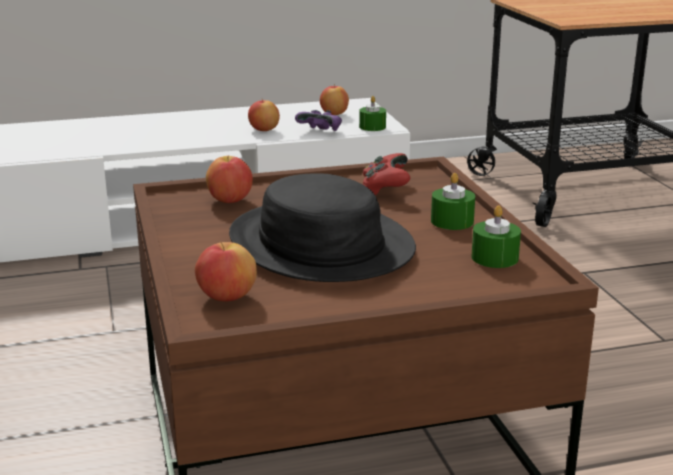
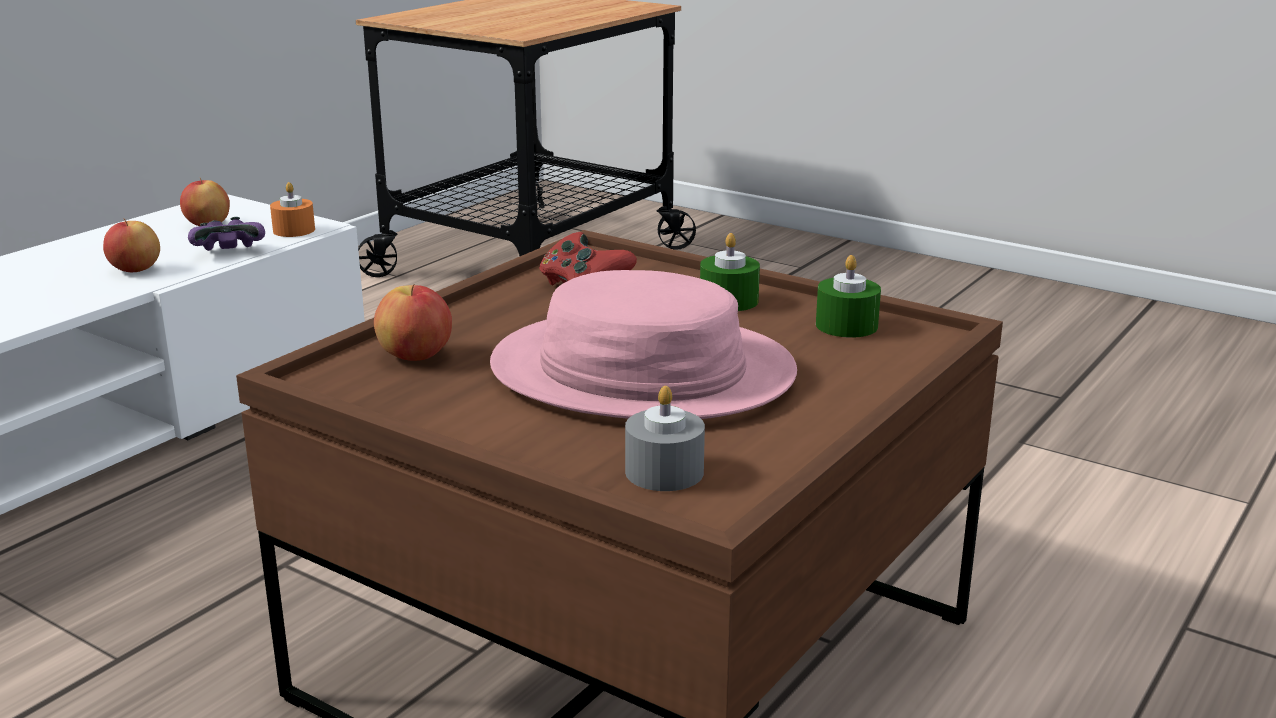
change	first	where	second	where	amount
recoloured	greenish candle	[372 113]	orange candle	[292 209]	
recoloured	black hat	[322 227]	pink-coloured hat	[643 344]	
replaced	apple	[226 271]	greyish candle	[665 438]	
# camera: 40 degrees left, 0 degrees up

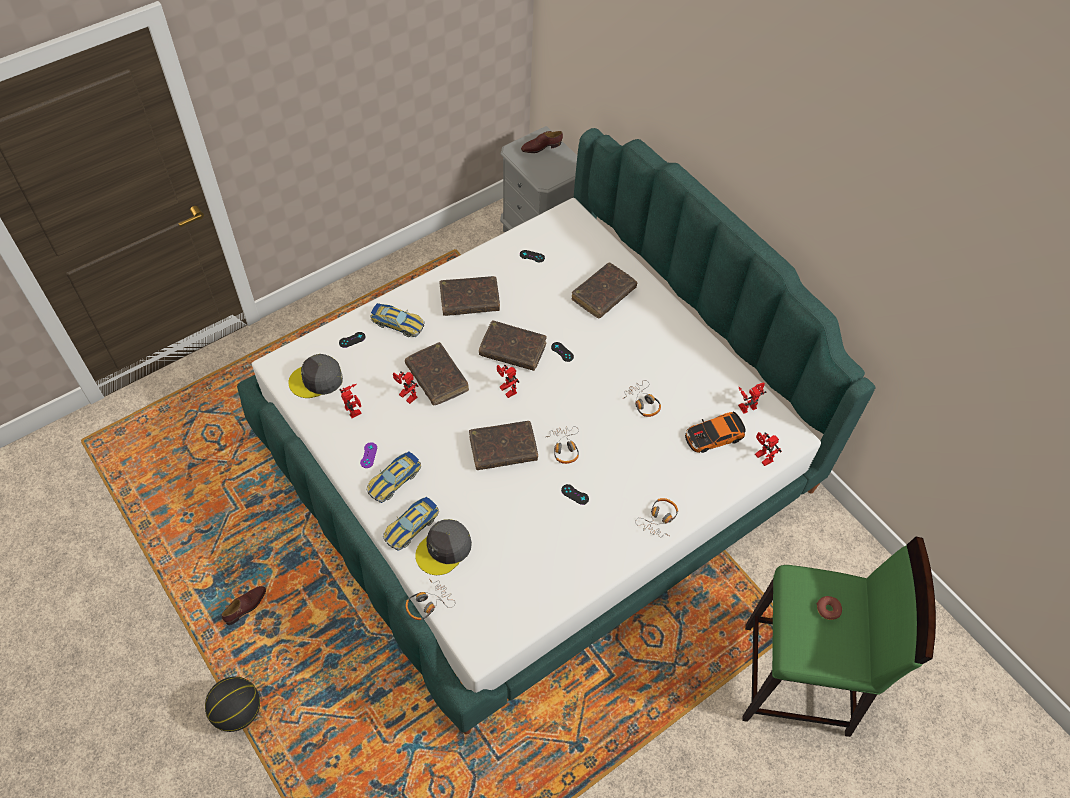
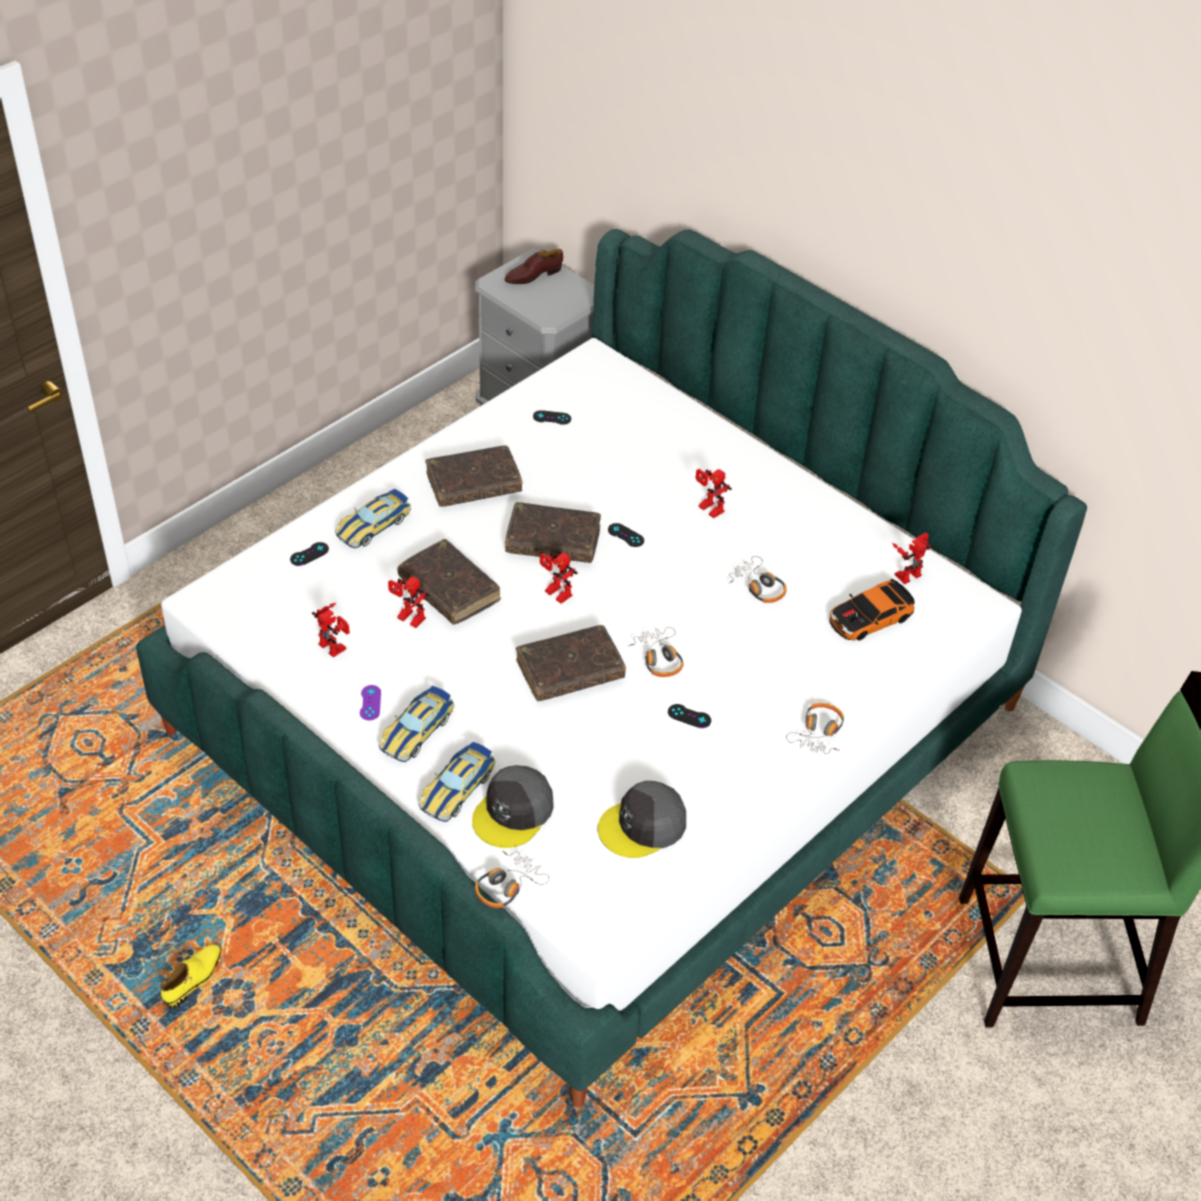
change	first	where	second	where	amount
recoloured	brown item of footwear	[244 605]	yellowish item of footwear	[191 977]	
turned	miniature car	[397 320]		[373 518]	120 degrees clockwise
moved	greyish peaked cap	[315 376]		[642 819]	
moved	model robot	[768 449]		[714 493]	
removed	ball for basketball	[232 704]			
removed	brown bound book	[604 290]			
removed	doughnut	[829 608]			
# camera: 10 degrees left, 10 degrees down

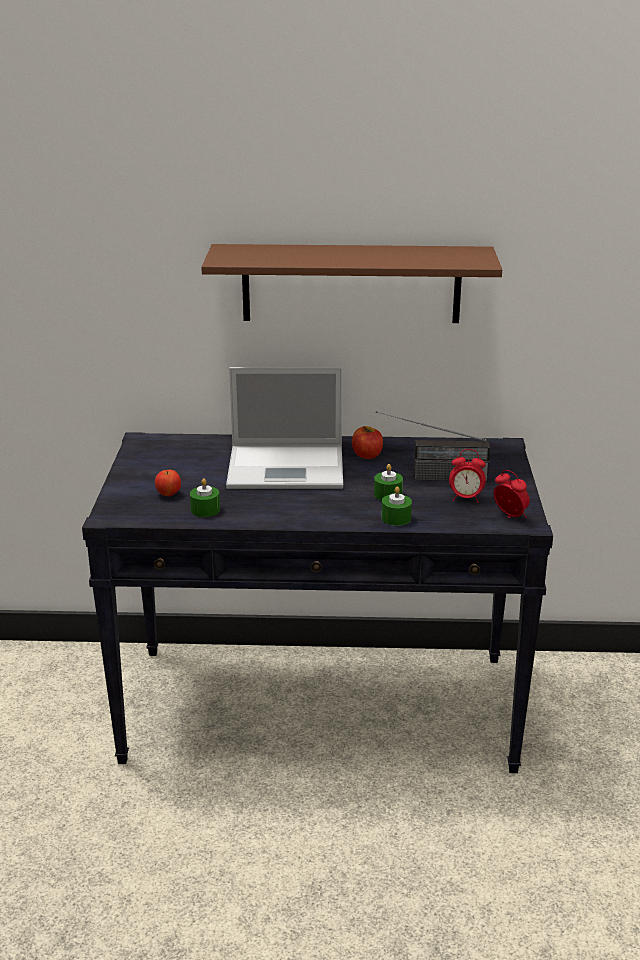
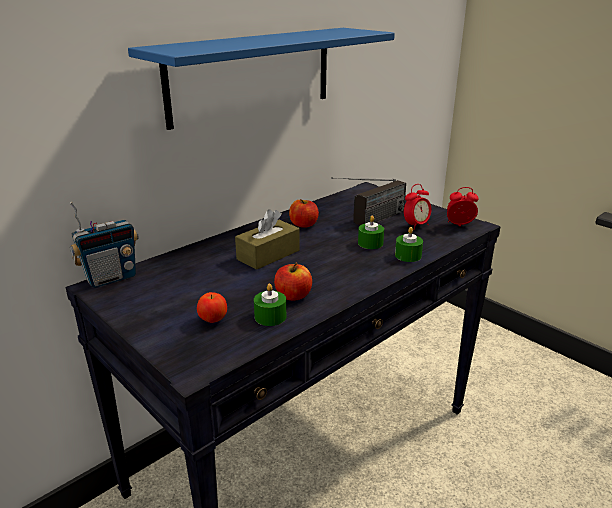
change	first	where	second	where	amount
added			radio set	[104 245]	
recoloured	brown bracket shelf	[351 283]	blue-coloured bracket shelf	[261 79]	
replaced	notebook computer	[284 428]	brown tissue holder	[267 239]	
added			apple	[293 282]	
# camera: 45 degrees left, 0 degrees up

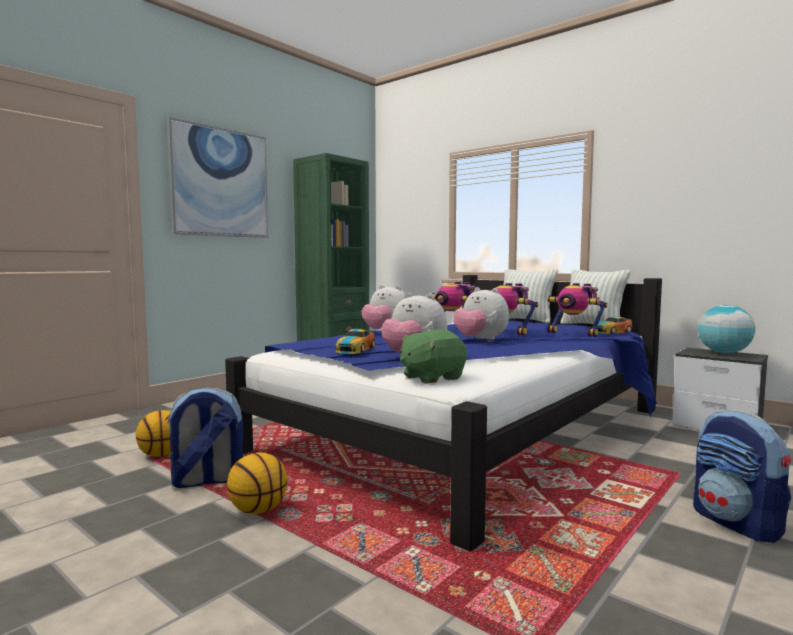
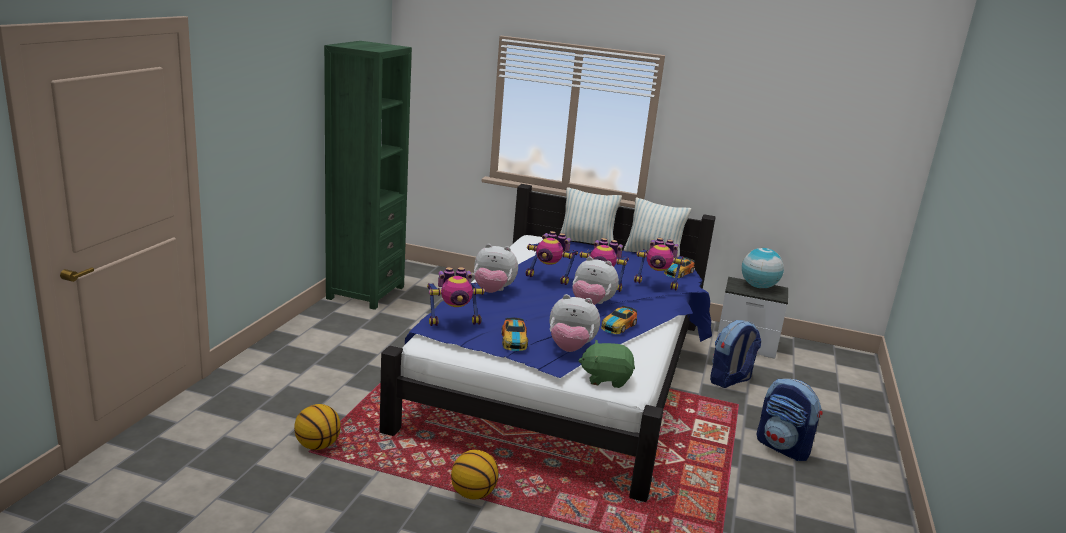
change	first	where	second	where	amount
added			model robot	[456 296]	
turned	greenish plush toy	[433 356]		[606 364]	60 degrees clockwise
added			miniature car	[619 320]	
moved	rucksack	[204 437]		[735 354]	
removed	wall picture	[217 177]			
# camera: 25 degrees left, 15 degrees up

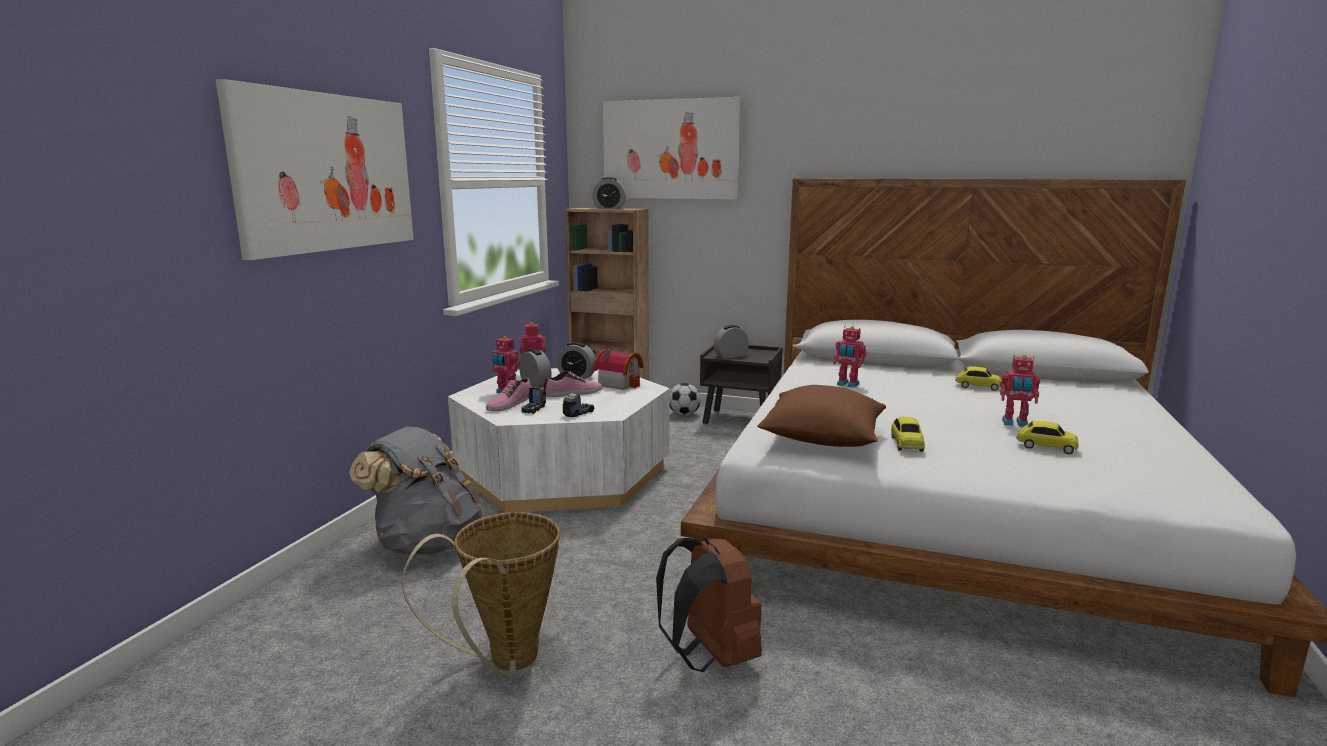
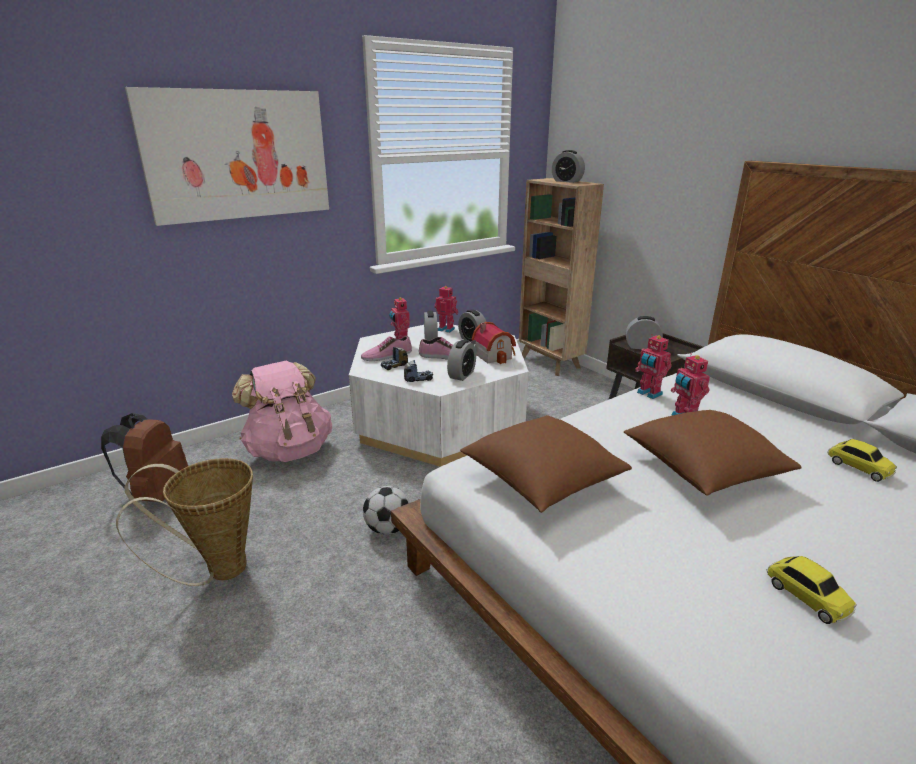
change	first	where	second	where	amount
moved	brown rucksack	[709 604]		[144 457]	
recoloured	greyish rucksack	[416 491]	pink-coloured rucksack	[282 411]	
moved	football	[685 399]		[386 510]	
added			alarm clock	[461 360]	
added			brown pillow	[713 453]	
moved	model robot	[1020 391]		[653 366]	
removed	wall picture	[672 148]			
removed	miniature car	[908 434]			
# camera: 35 degrees right, 10 degrees up

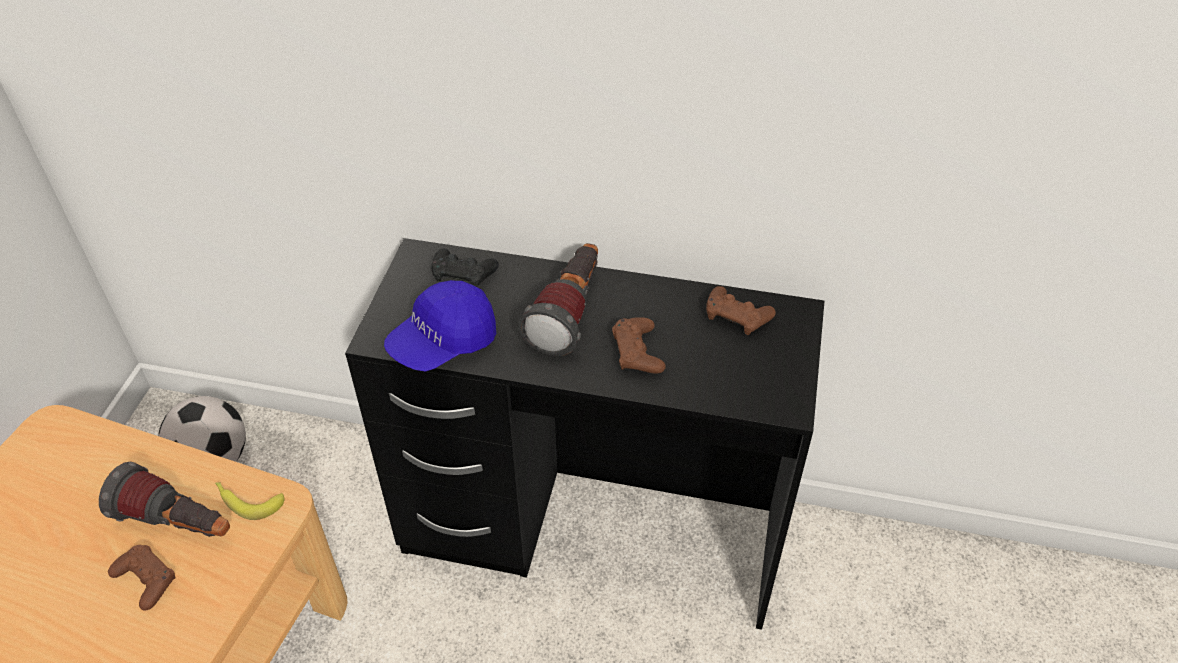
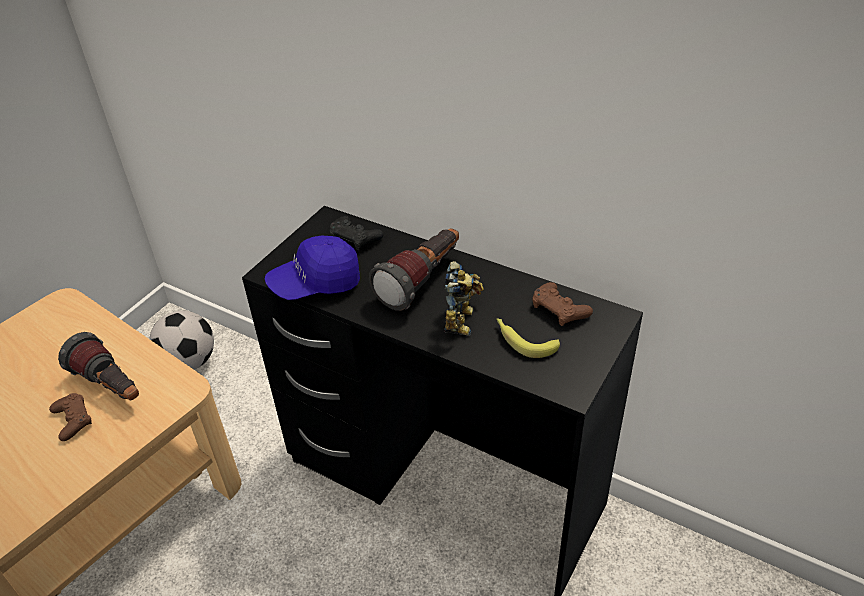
change	first	where	second	where	amount
replaced	brown game controller	[638 345]	model robot	[464 298]	
moved	banana fruit	[249 501]		[528 338]	
# camera: 20 degrees right, 5 degrees down

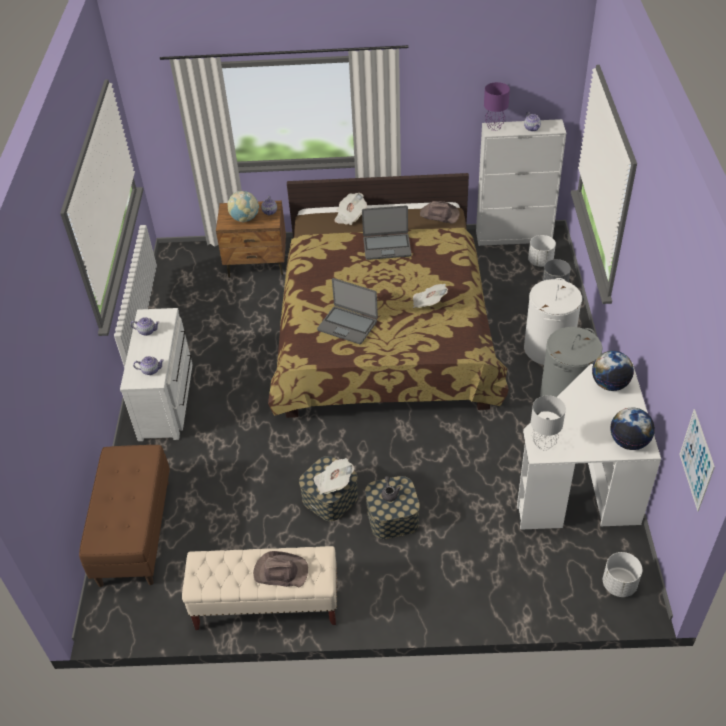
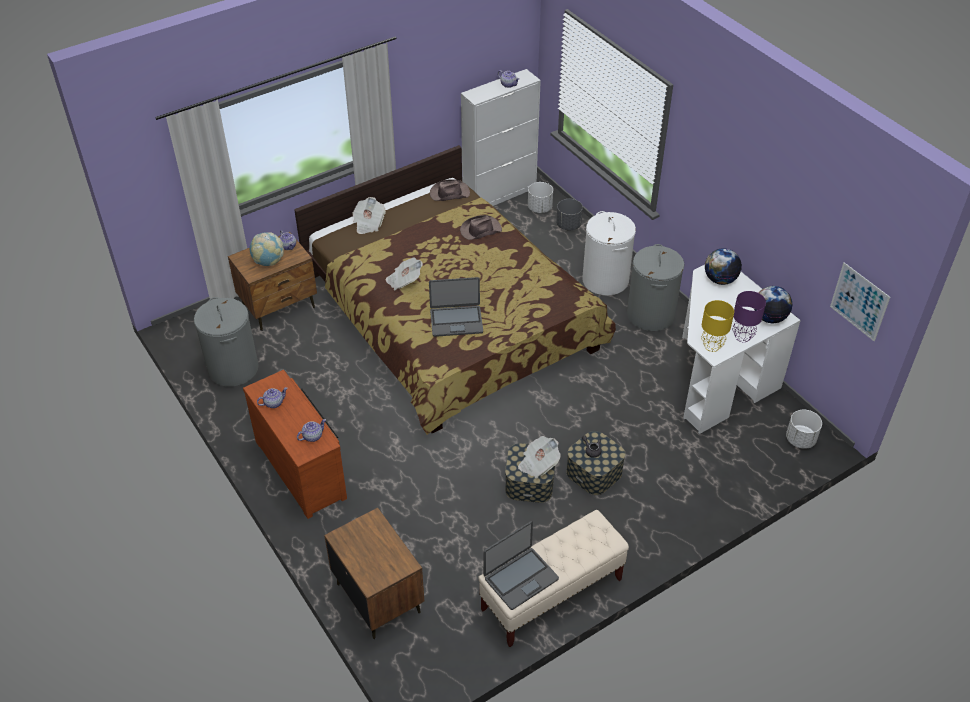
change	first	where	second	where	amount
added			greyish laundry basket	[226 342]	
recoloured	white-coloured chest of drawers	[156 374]	brown chest of drawers	[295 444]	
replaced	brown long seat	[124 516]	brown night table	[374 573]	
moved	daily paper	[430 296]		[404 273]	
moved	brown hat	[280 569]		[481 227]	
moved	notebook computer	[387 232]		[521 565]	
recoloured	greyish table lamp	[548 422]	yellowish table lamp	[717 326]	
moved	purple table lamp	[497 106]		[749 316]	
# camera: 35 degrees left, 0 degrees up

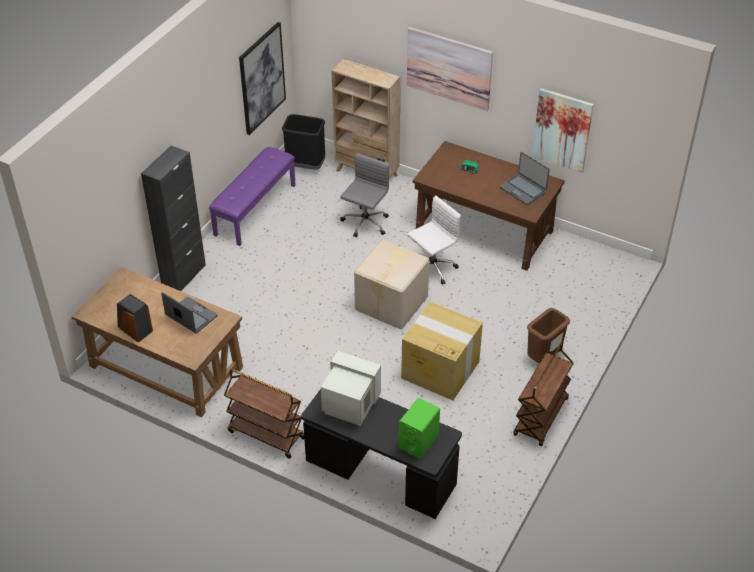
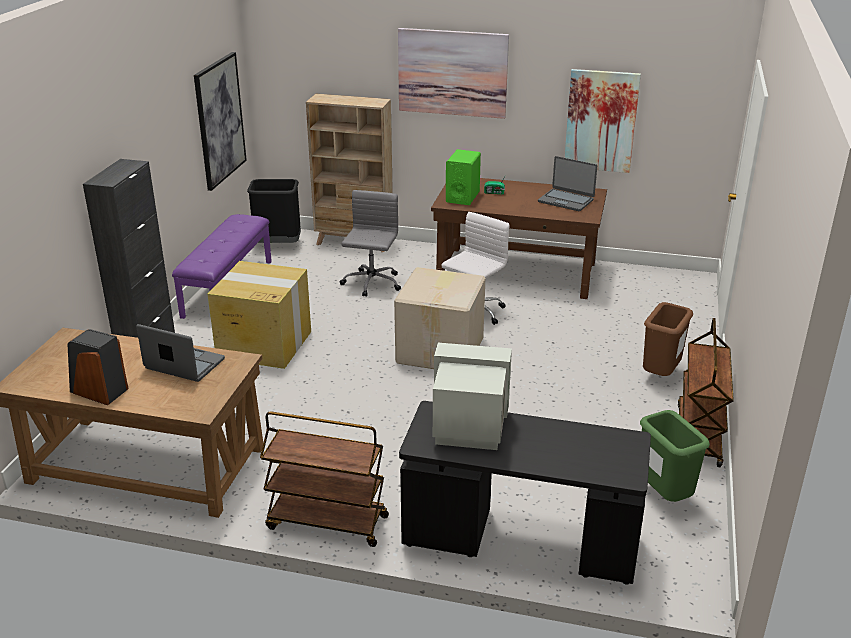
change	first	where	second	where	amount
moved	cardboard box	[442 351]		[259 315]	
moved	greenish speaker	[419 428]		[463 177]	
added			greenish trash can	[675 456]	
# camera: 15 degrees left, 15 degrees down

